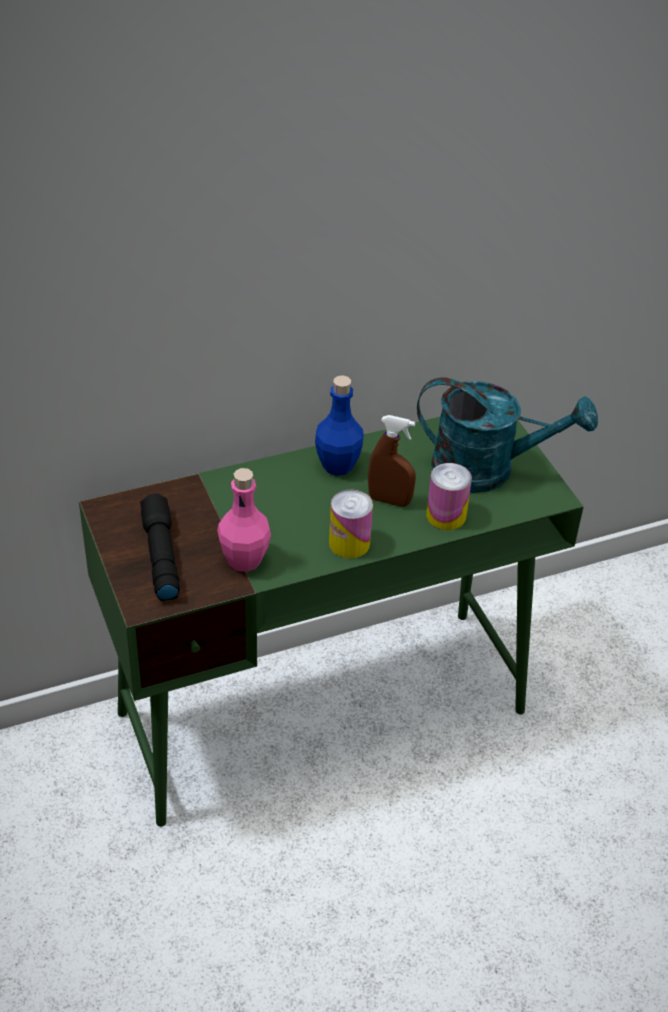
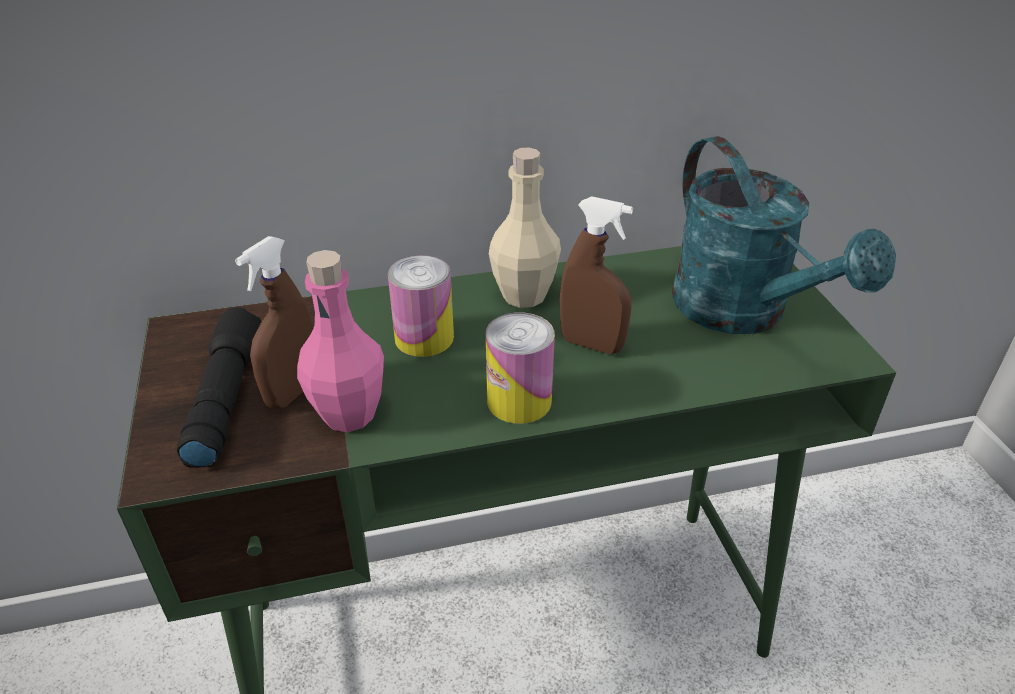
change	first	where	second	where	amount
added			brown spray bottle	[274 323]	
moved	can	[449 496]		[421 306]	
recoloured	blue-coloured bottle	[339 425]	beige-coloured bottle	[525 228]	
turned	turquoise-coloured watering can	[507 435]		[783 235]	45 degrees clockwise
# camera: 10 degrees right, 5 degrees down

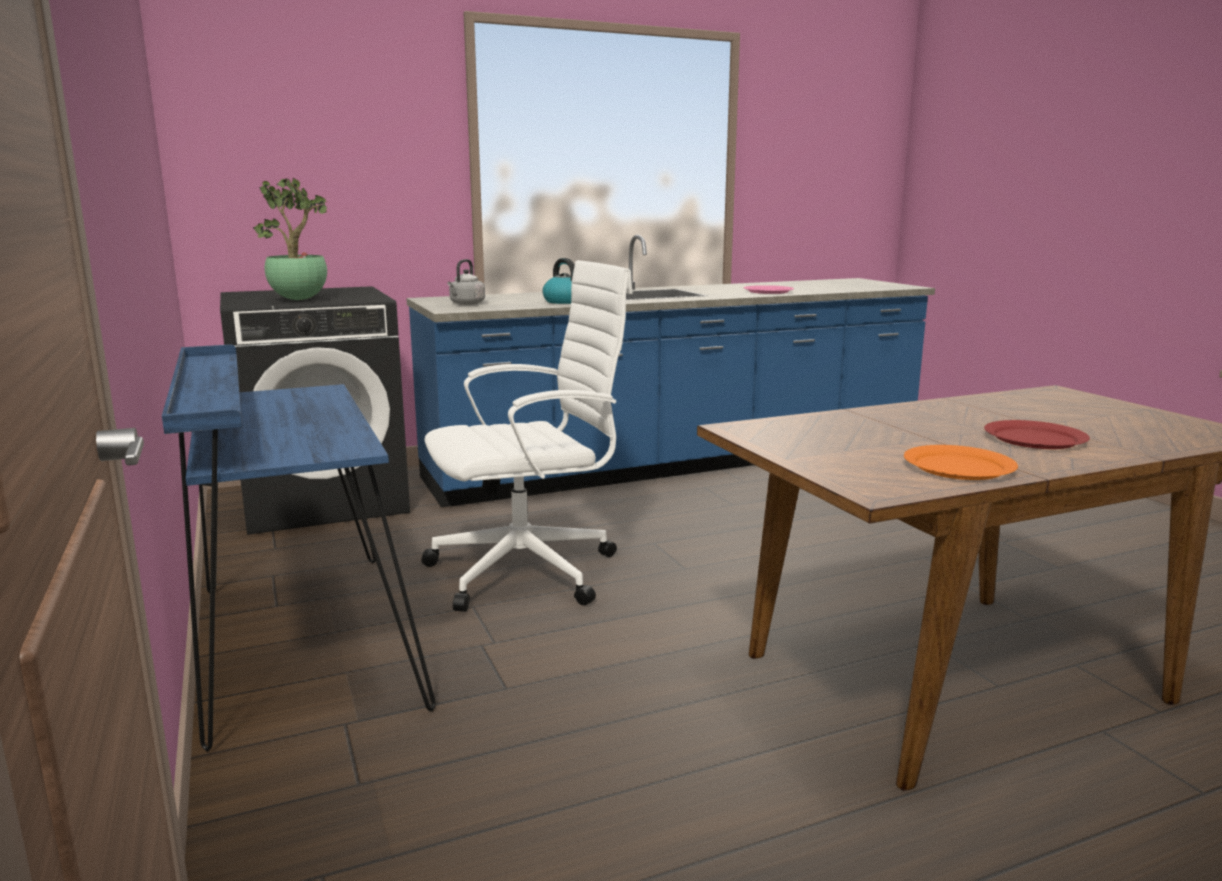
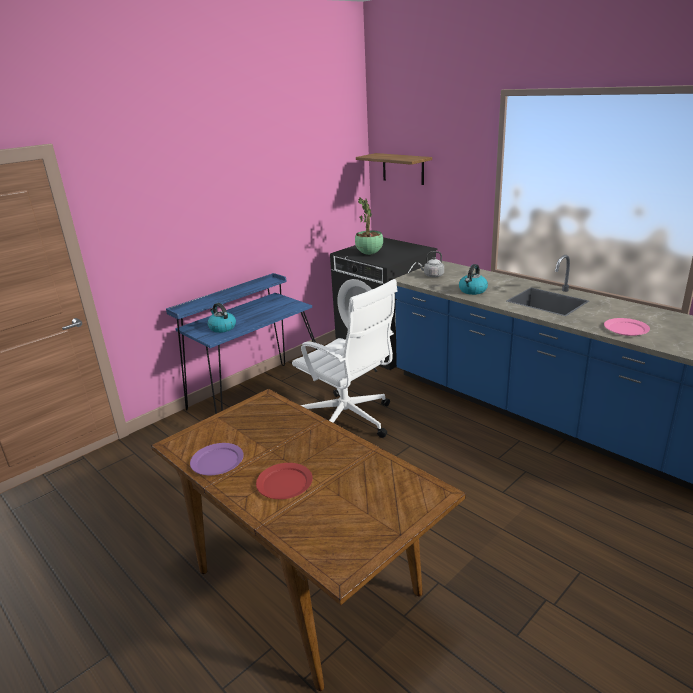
change	first	where	second	where	amount
recoloured	orange plate	[961 462]	purple plate	[217 459]	
added			kettle	[222 318]	
added			bracket shelf	[394 169]	
# camera: 70 degrees right, 10 degrees up

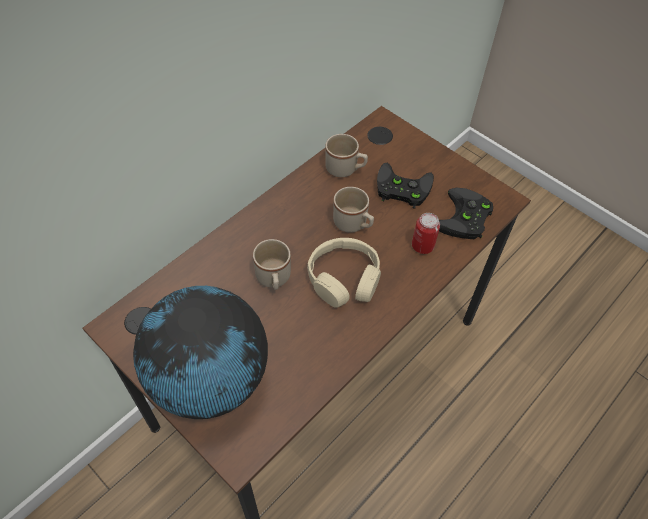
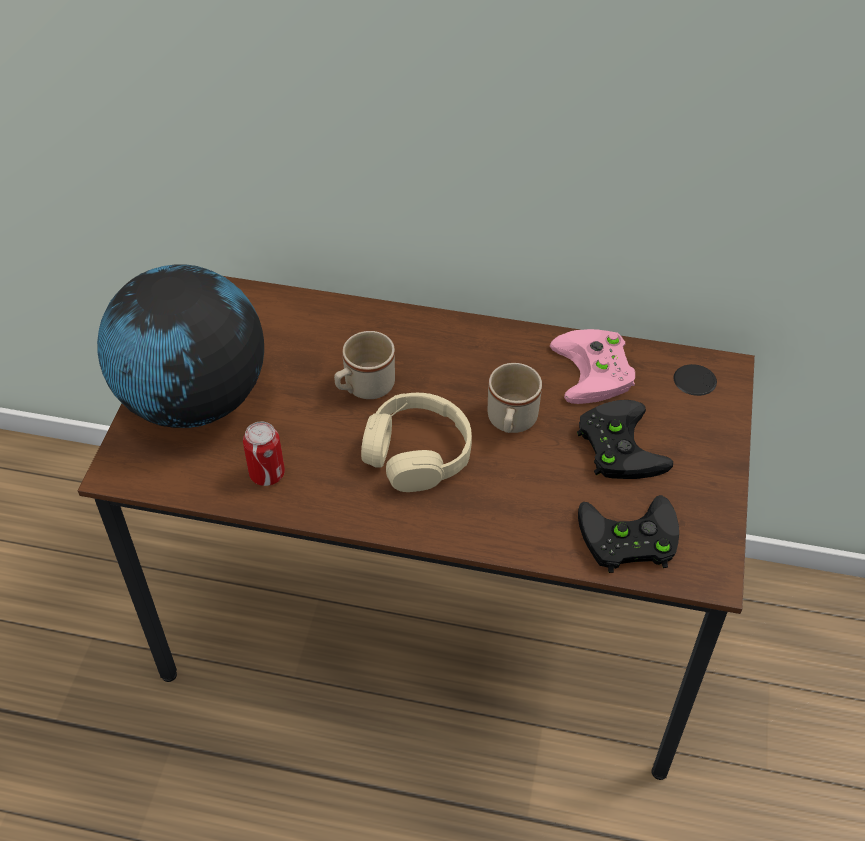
change	first	where	second	where	amount
moved	can	[426 233]		[264 453]	
replaced	beige-coloured tea mug	[346 155]	pink-coloured game controller	[592 366]	
# camera: 60 degrees right, 5 degrees down

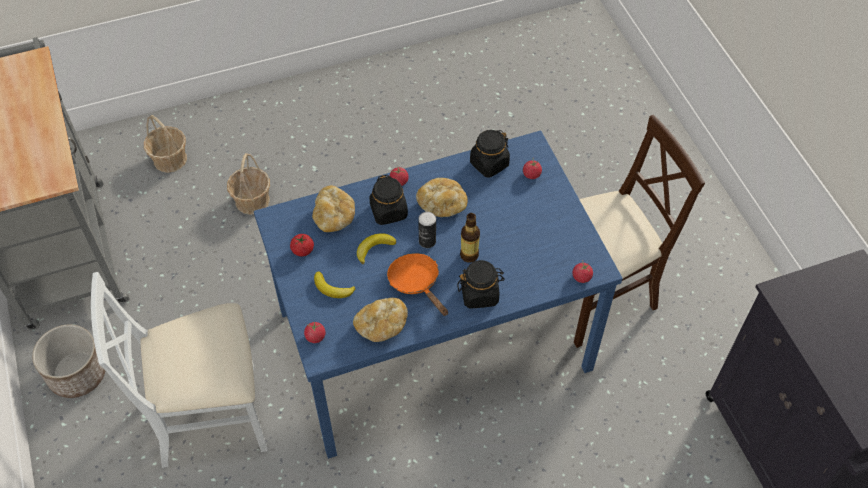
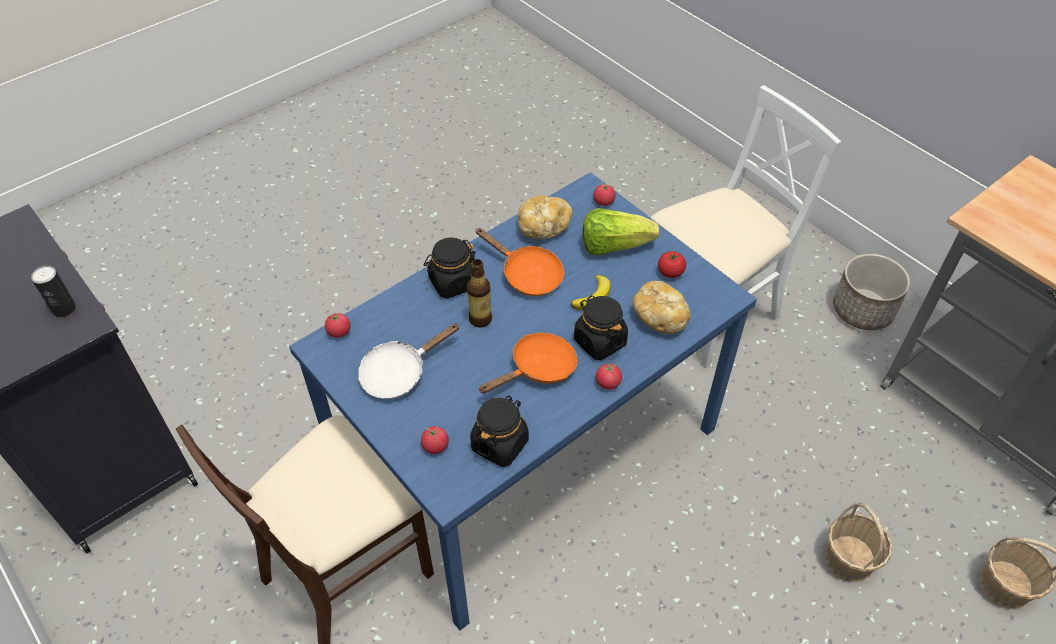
change	first	where	second	where	amount
moved	can	[427 230]		[53 291]	
added			white-coloured skillet	[409 361]	
replaced	bread	[442 197]	orange skillet	[528 363]	
replaced	banana fruit	[334 284]	lettuce head	[621 231]	
# camera: 160 degrees right, 5 degrees down

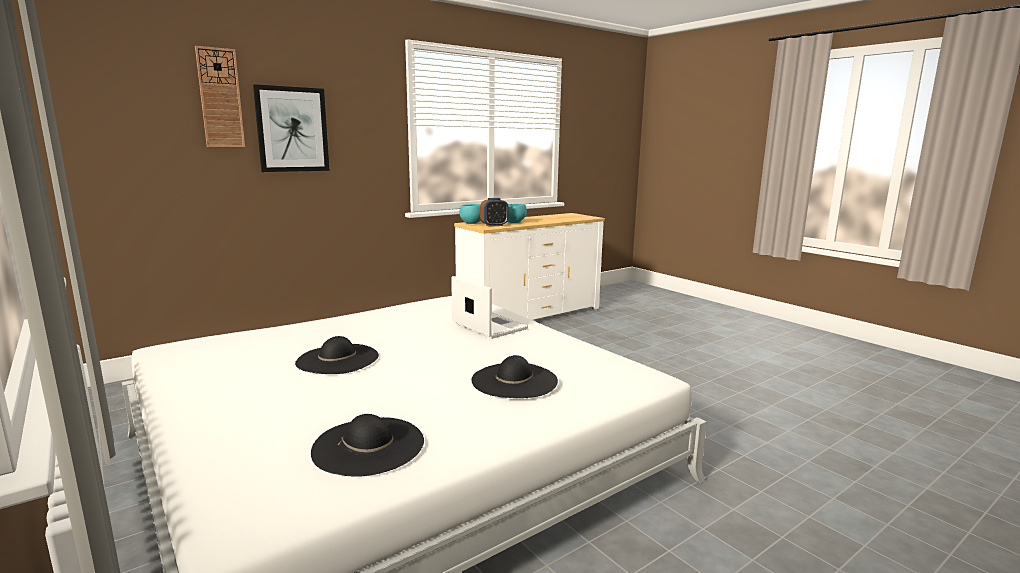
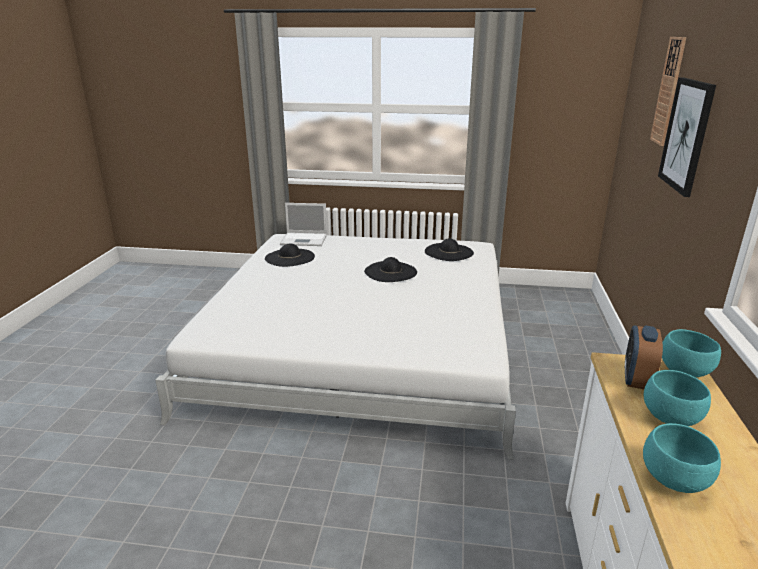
change	first	where	second	where	amount
moved	notebook computer	[489 307]		[303 224]	
moved	black hat	[514 376]		[449 249]	
added			turquoise-coloured serving bowl	[682 458]	
# camera: 135 degrees right, 10 degrees up

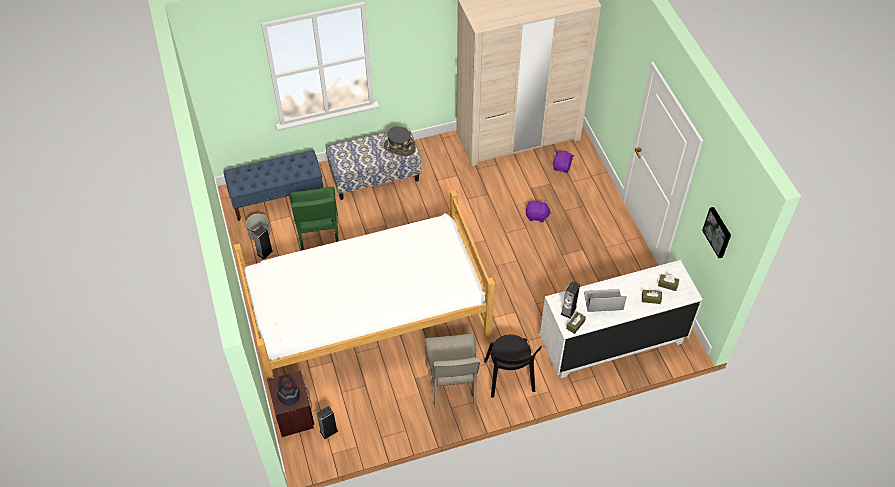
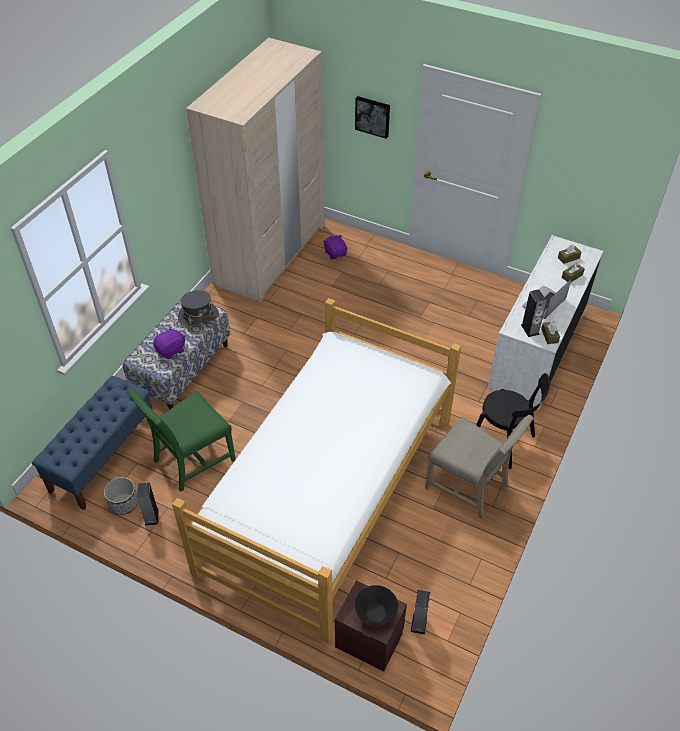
change	first	where	second	where	amount
turned	greenish plain chair	[314 219]		[181 440]	105 degrees clockwise
moved	purple plush toy	[538 211]		[169 343]	
moved	wall picture	[716 232]		[372 117]	
replaced	hat	[288 391]	black serving bowl	[376 605]	
# camera: 45 degrees left, 5 degrees down

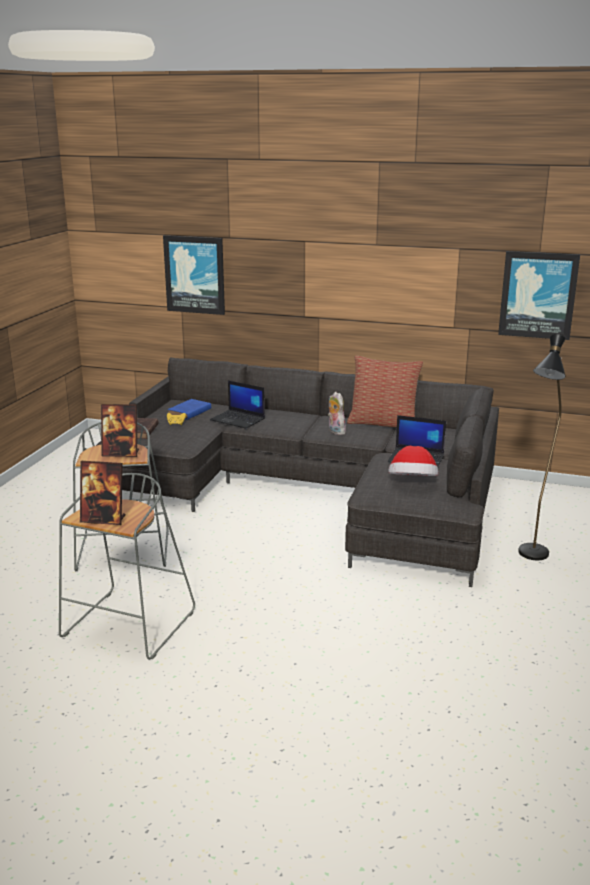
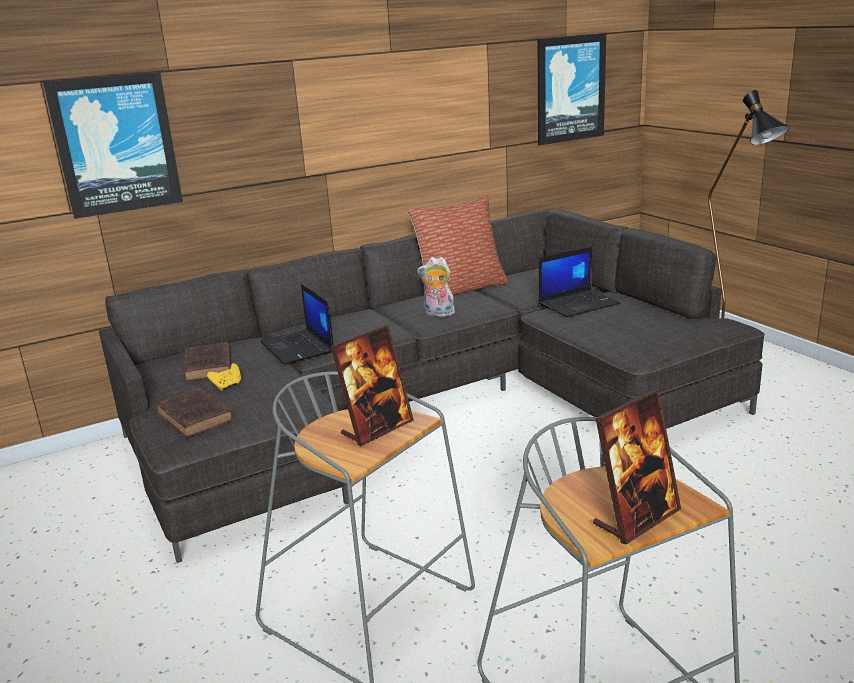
change	first	where	second	where	amount
recoloured	blue-coloured bound book	[189 409]	brown bound book	[207 362]	
turned	notebook computer	[237 404]		[297 324]	75 degrees clockwise
removed	hat	[413 461]			
# camera: 45 degrees left, 0 degrees up

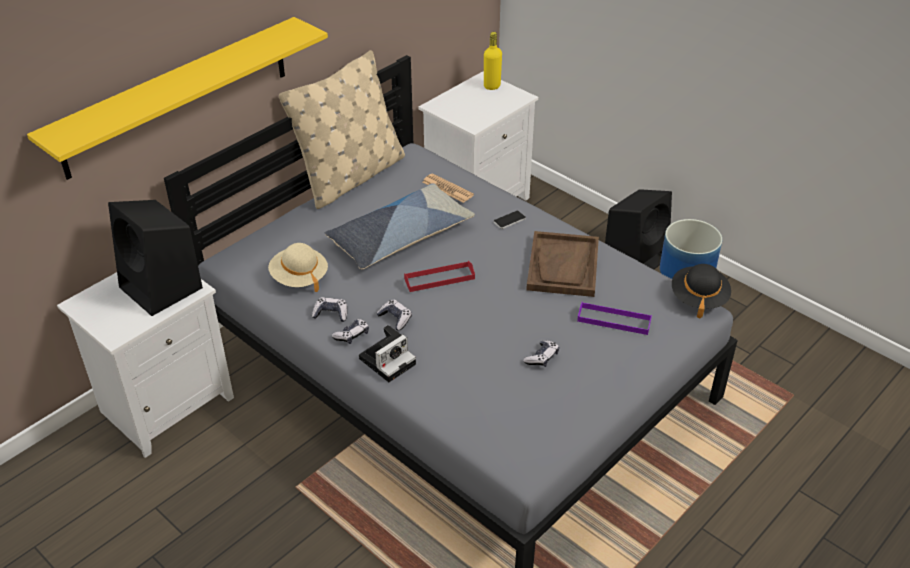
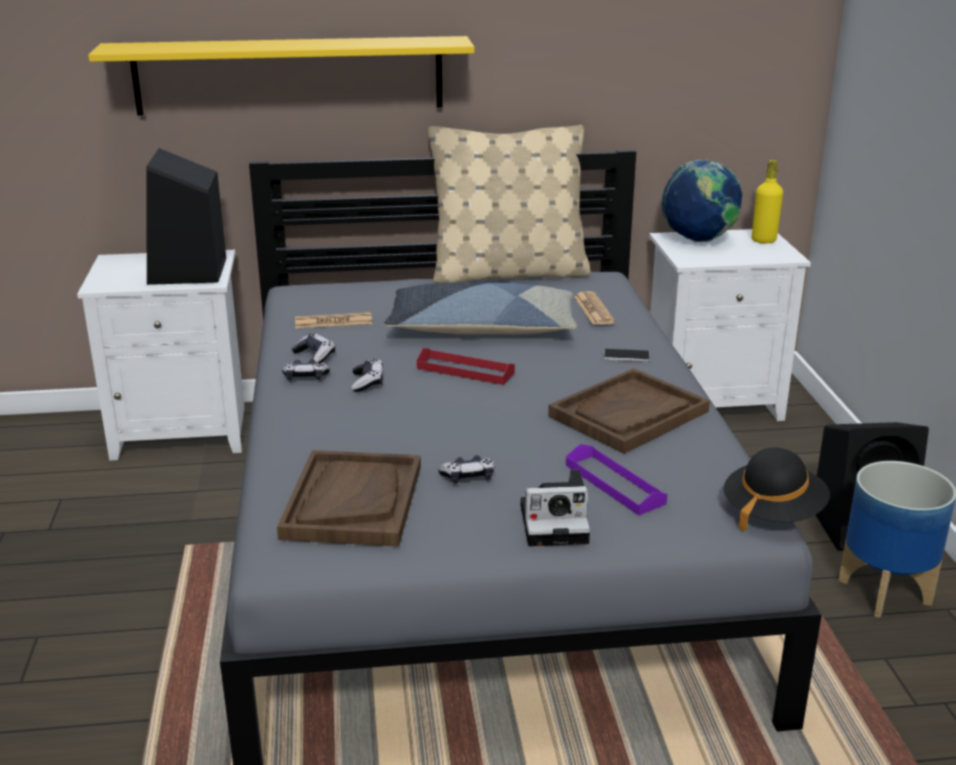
change	first	where	second	where	amount
added			brown carrying tray	[349 498]	
replaced	beige-coloured hat	[298 267]	daily paper	[333 320]	
moved	still camera	[387 353]		[555 508]	
added			world globe	[702 201]	
# camera: 40 degrees right, 15 degrees down

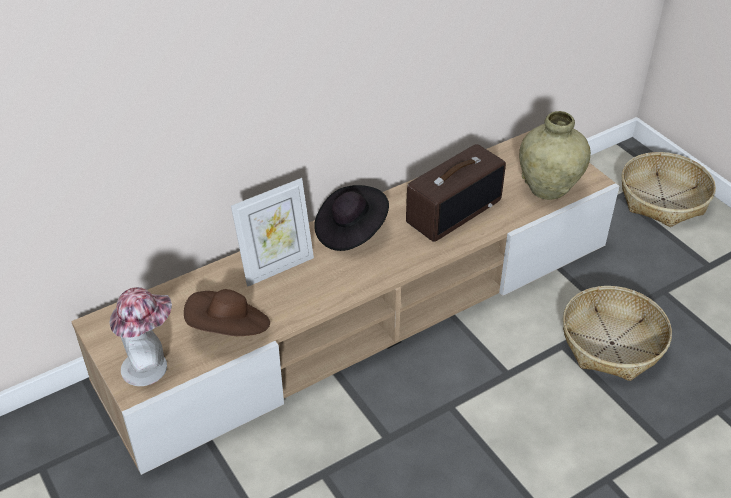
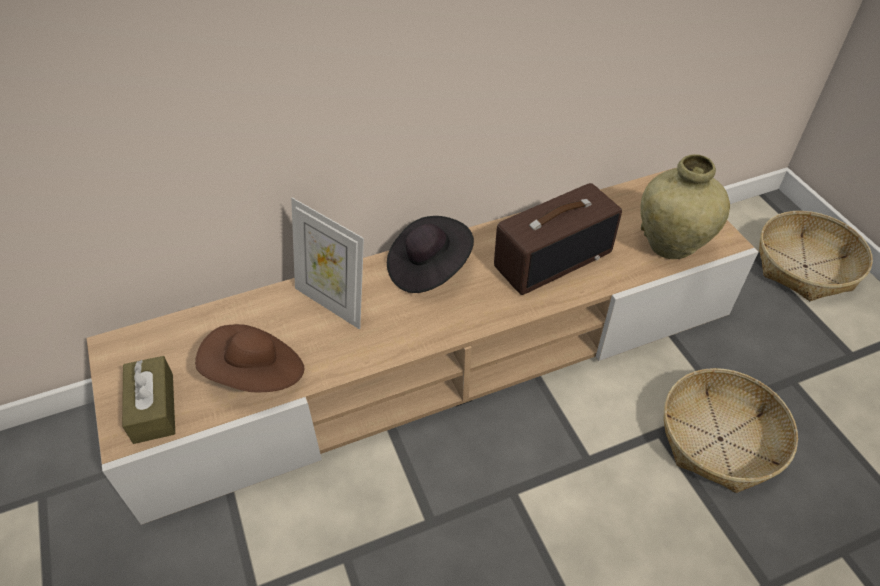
change	first	where	second	where	amount
replaced	hat	[140 336]	brown tissue holder	[148 400]	
turned	standing frame	[272 232]		[327 264]	60 degrees clockwise
# camera: 10 degrees right, 5 degrees up

